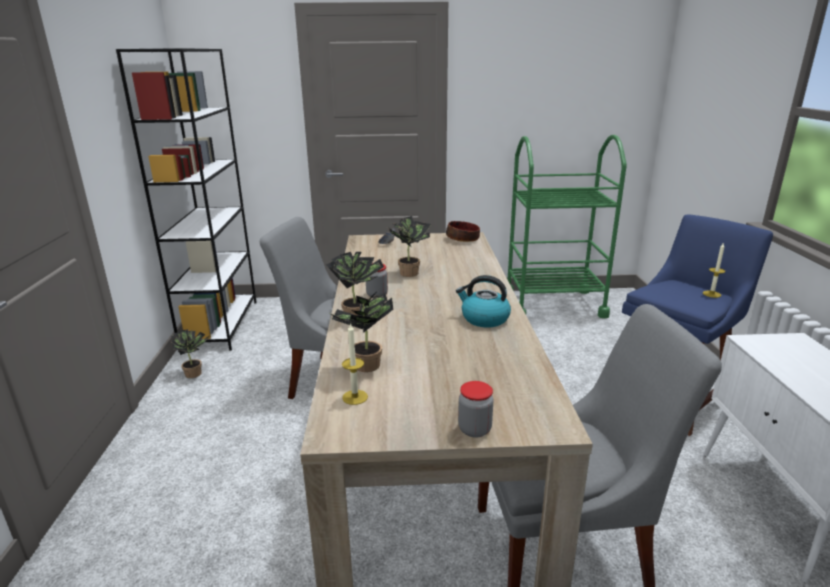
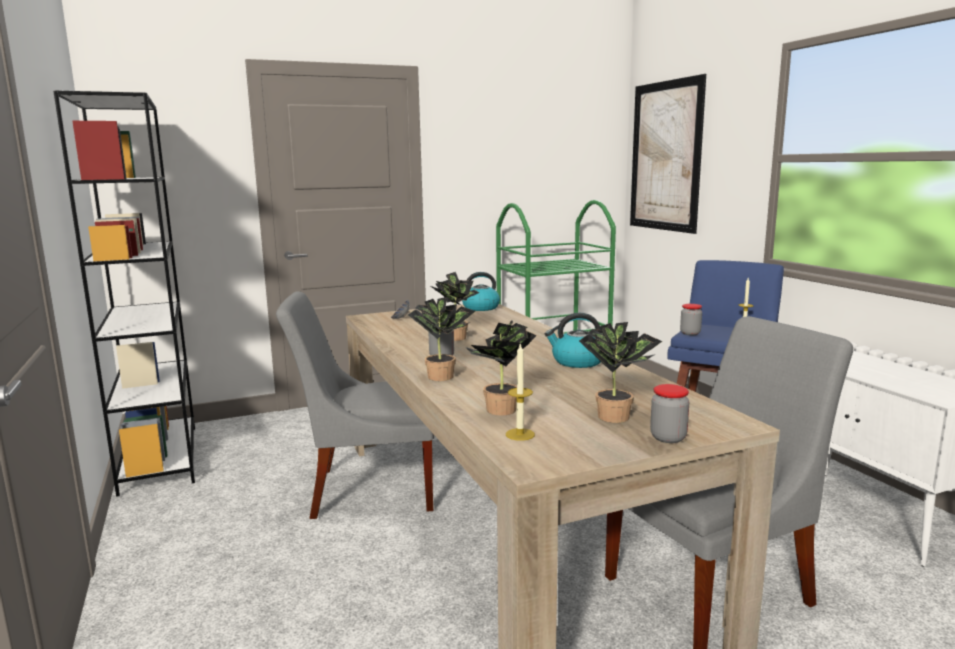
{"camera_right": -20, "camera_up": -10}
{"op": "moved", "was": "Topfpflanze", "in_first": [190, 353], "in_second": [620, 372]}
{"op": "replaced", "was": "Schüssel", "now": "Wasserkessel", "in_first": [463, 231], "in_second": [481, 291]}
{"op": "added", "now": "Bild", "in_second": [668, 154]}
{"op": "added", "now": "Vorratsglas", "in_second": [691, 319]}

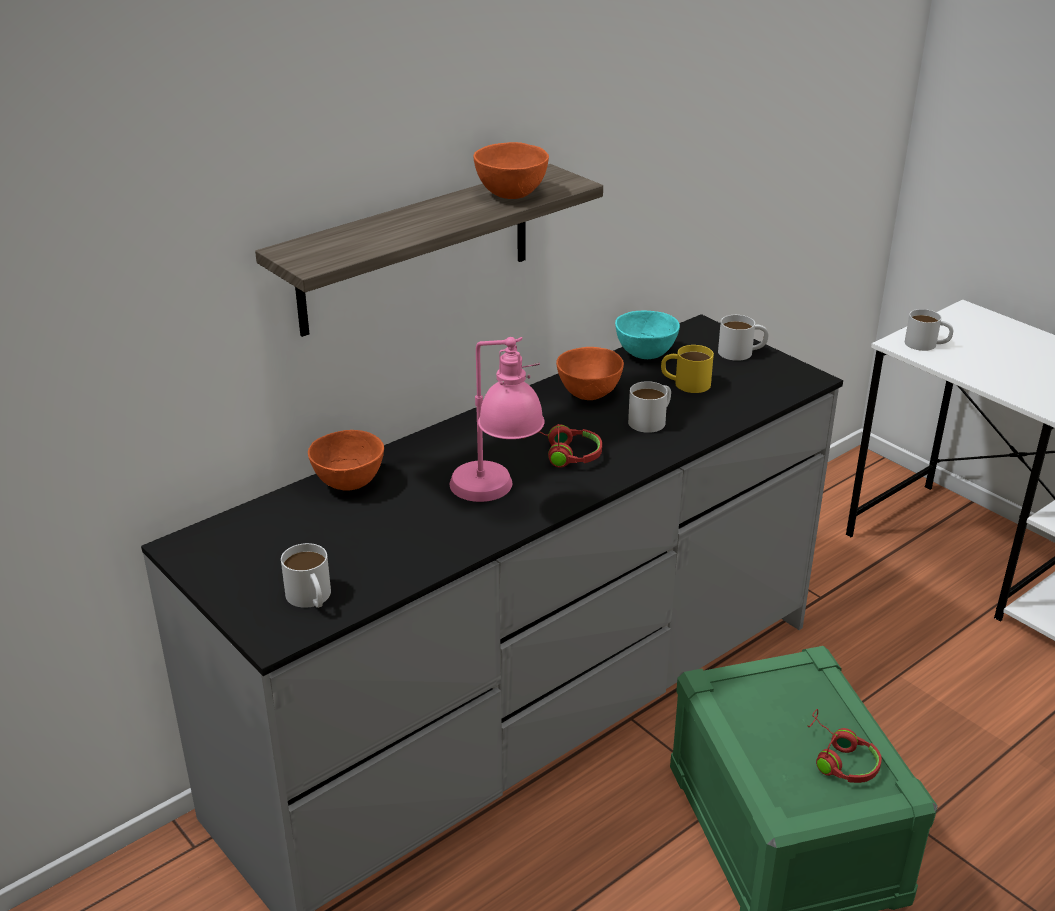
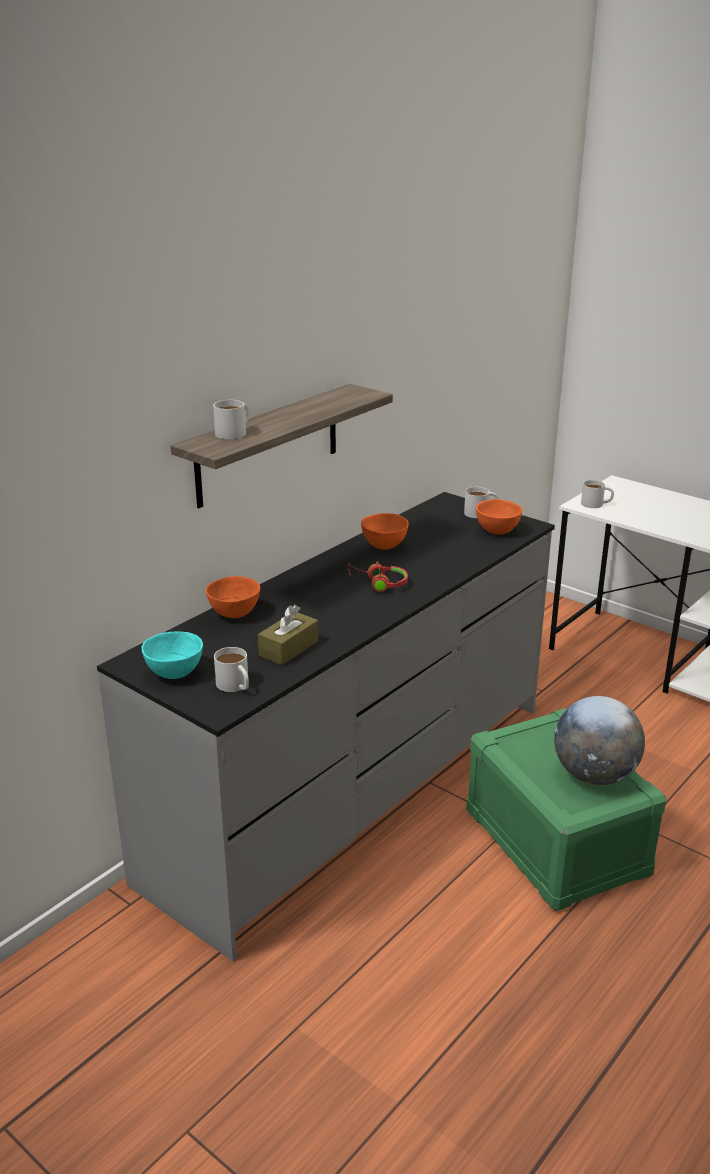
{"camera_right": -10, "camera_up": -5}
{"op": "removed", "was": "Tischlampe/rosa", "in_first": [497, 419]}
{"op": "moved", "was": "Schüssel/orange", "in_first": [511, 170], "in_second": [499, 517]}
{"op": "moved", "was": "Schüssel/türkis", "in_first": [647, 335], "in_second": [172, 655]}
{"op": "moved", "was": "Henkelbecher/weiß", "in_first": [649, 407], "in_second": [231, 419]}
{"op": "removed", "was": "Henkelbecher/gelb", "in_first": [687, 369]}
{"op": "replaced", "was": "Kopfhörer/rot", "now": "Globus", "in_first": [844, 746], "in_second": [599, 740]}
{"op": "added", "now": "Taschentuchbox/braun", "in_second": [288, 635]}

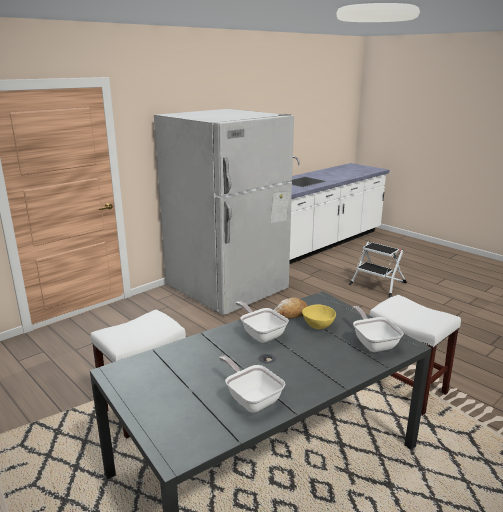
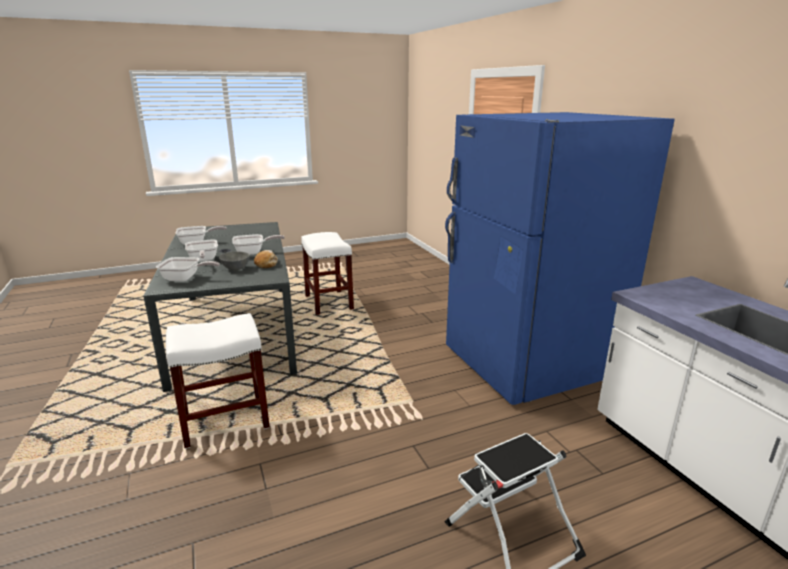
{"camera_right": 110, "camera_up": 0}
{"op": "recoloured", "was": "Kühlschrank/weiß", "now": "Kühlschrank/blau", "in_first": [224, 212], "in_second": [560, 258]}
{"op": "recoloured", "was": "Schüssel/gelb", "now": "Schüssel/grau", "in_first": [319, 316], "in_second": [234, 260]}
{"op": "added", "now": "Pfanne", "in_second": [201, 250]}

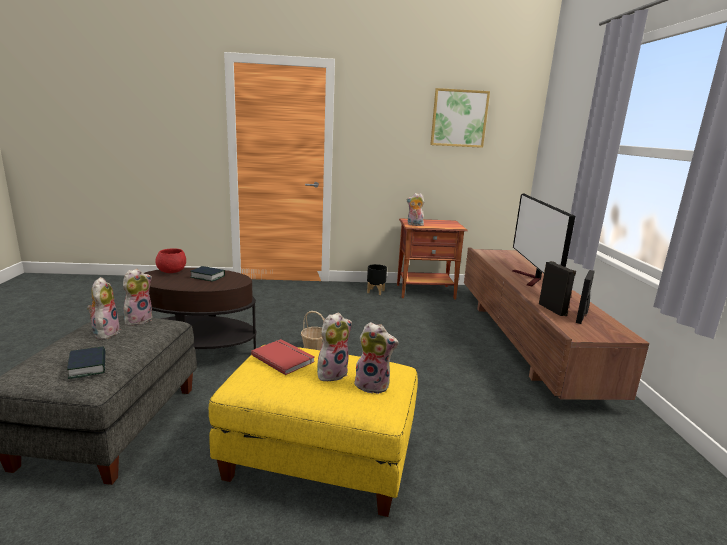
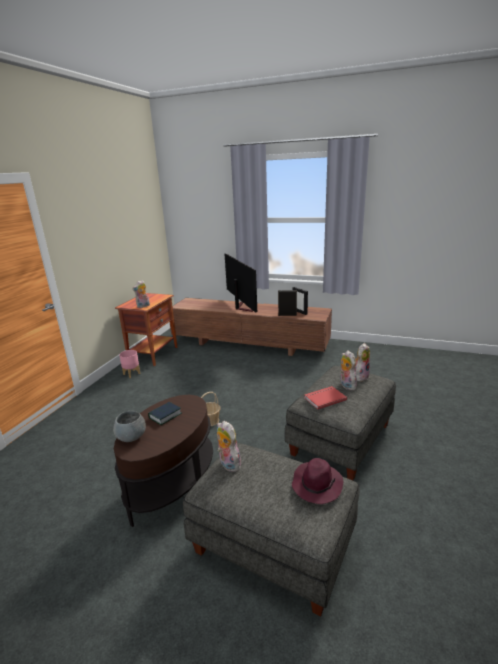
{"camera_right": -65, "camera_up": 5}
{"op": "replaced", "was": "Buch", "now": "Hut/lila", "in_first": [86, 362], "in_second": [317, 481]}
{"op": "removed", "was": "Plüschtier", "in_first": [103, 308]}
{"op": "recoloured", "was": "Schüssel/rot", "now": "Schüssel/grau", "in_first": [171, 260], "in_second": [129, 426]}
{"op": "recoloured", "was": "Polsterhocker/gelb", "now": "Polsterhocker/grau", "in_first": [313, 431], "in_second": [340, 423]}
{"op": "recoloured", "was": "Pflanzkübel/schwarz", "now": "Pflanzkübel/rosa", "in_first": [377, 279], "in_second": [129, 364]}
{"op": "removed", "was": "Bild", "in_first": [460, 118]}
{"op": "turned", "was": "Fernseher", "in_first": [543, 239], "in_second": [240, 283], "clockwise": -135}

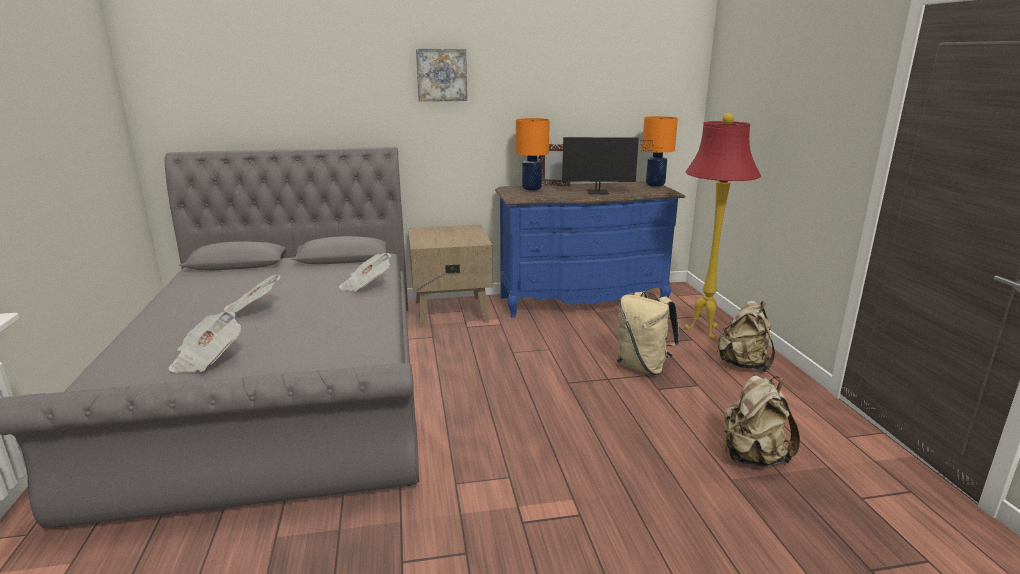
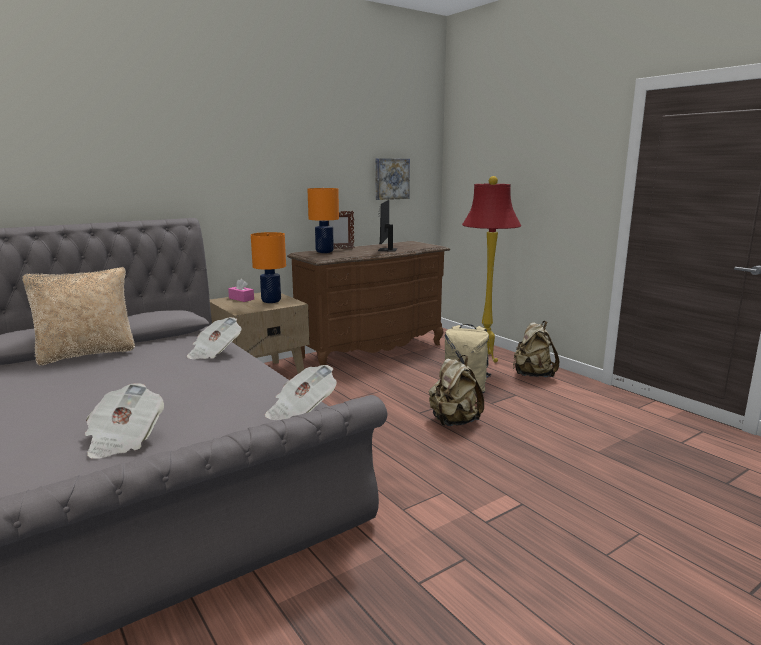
{"camera_right": -25, "camera_up": -5}
{"op": "moved", "was": "Zeitung", "in_first": [252, 294], "in_second": [301, 392]}
{"op": "moved", "was": "Bild", "in_first": [441, 75], "in_second": [392, 179]}
{"op": "recoloured", "was": "Kommode/blau", "now": "Kommode/braun", "in_first": [590, 249], "in_second": [368, 303]}
{"op": "turned", "was": "Monitor", "in_first": [609, 165], "in_second": [387, 226], "clockwise": 120}
{"op": "moved", "was": "Tischlampe/orange", "in_first": [660, 151], "in_second": [268, 267]}
{"op": "moved", "was": "Rucksack/beige", "in_first": [762, 421], "in_second": [456, 390]}
{"op": "added", "now": "Kissen/beige", "in_second": [78, 316]}
{"op": "added", "now": "Taschentuchbox/rosa", "in_second": [241, 290]}

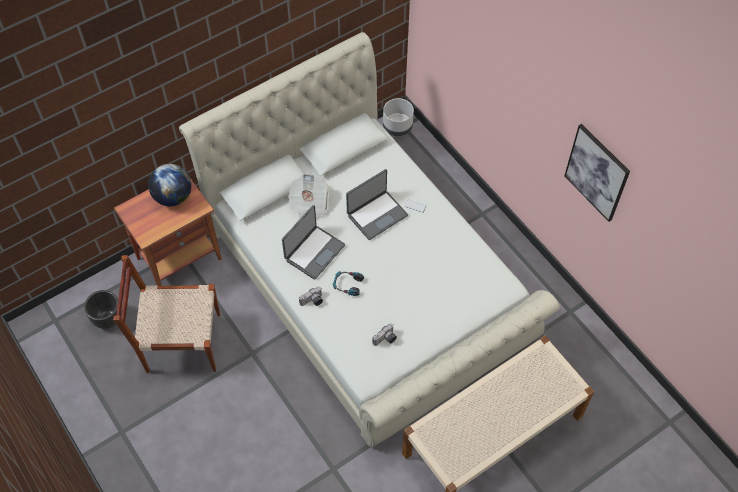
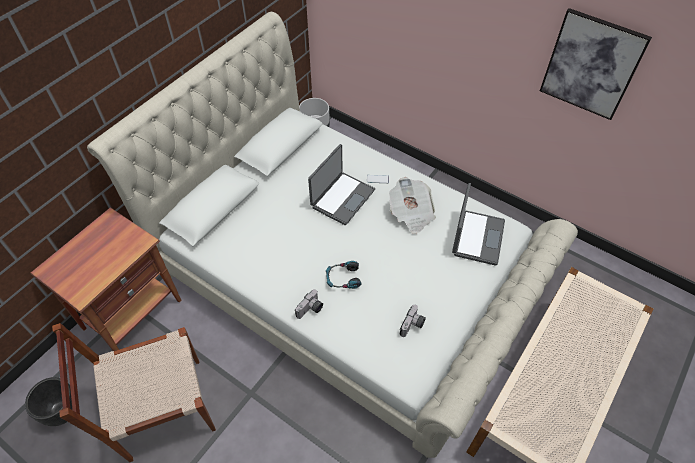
{"camera_right": -20, "camera_up": -5}
{"op": "removed", "was": "Globus", "in_first": [170, 185]}
{"op": "moved", "was": "Laptop", "in_first": [313, 242], "in_second": [478, 224]}
{"op": "moved", "was": "Zeitung", "in_first": [309, 196], "in_second": [412, 205]}

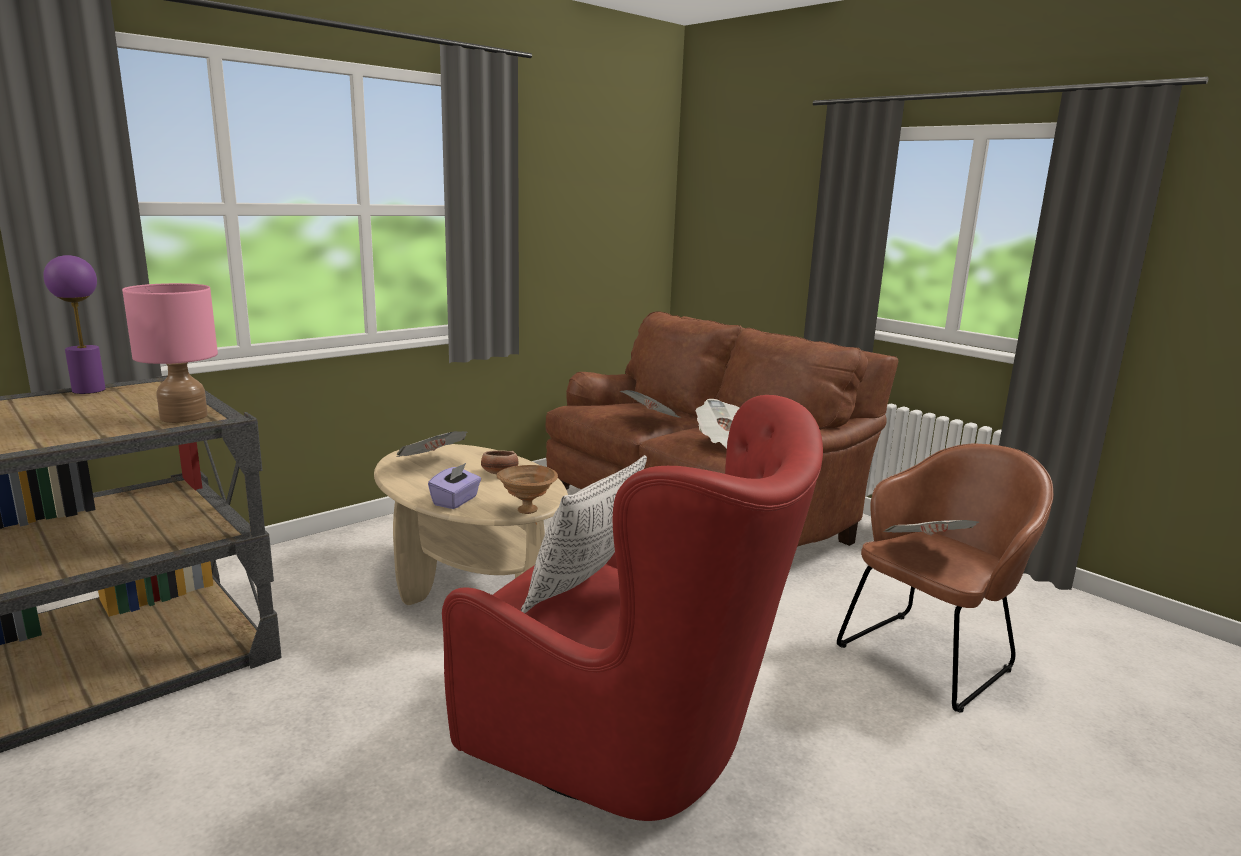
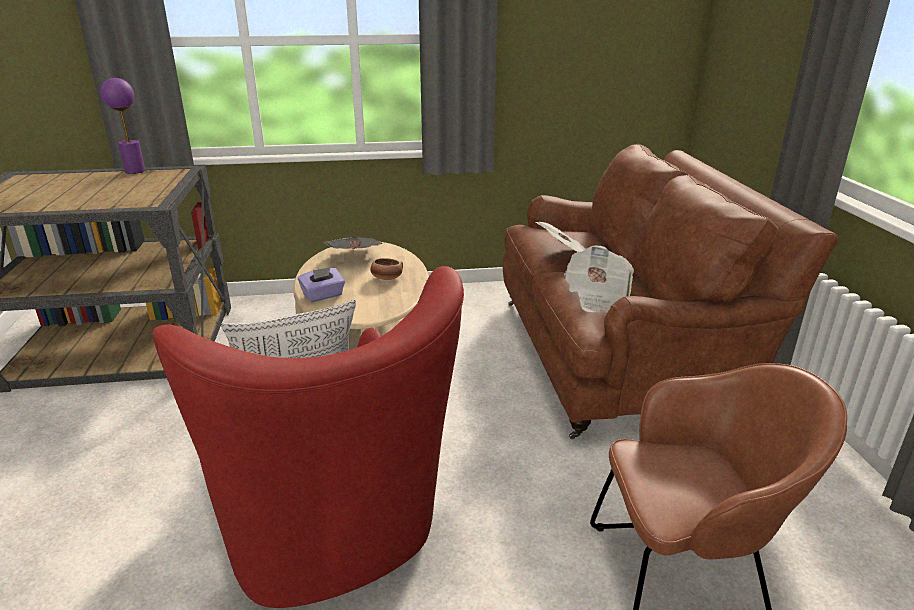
{"camera_right": 35, "camera_up": 10}
{"op": "removed", "was": "Tischlampe/rosa", "in_first": [170, 353]}
{"op": "removed", "was": "Schüssel/braun", "in_first": [527, 489]}
{"op": "removed", "was": "Zeitung", "in_first": [931, 528]}

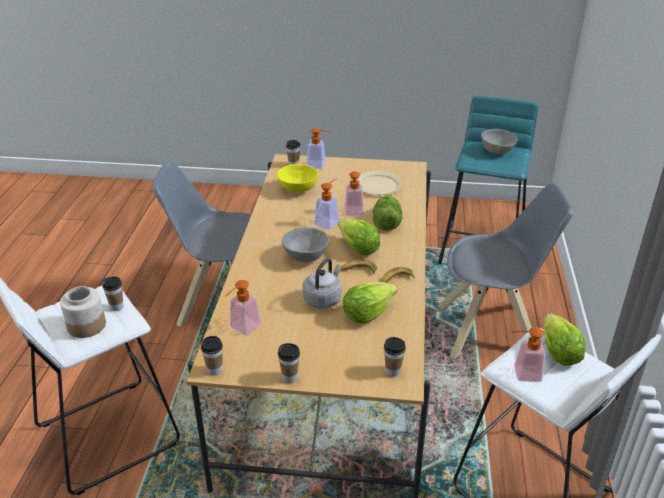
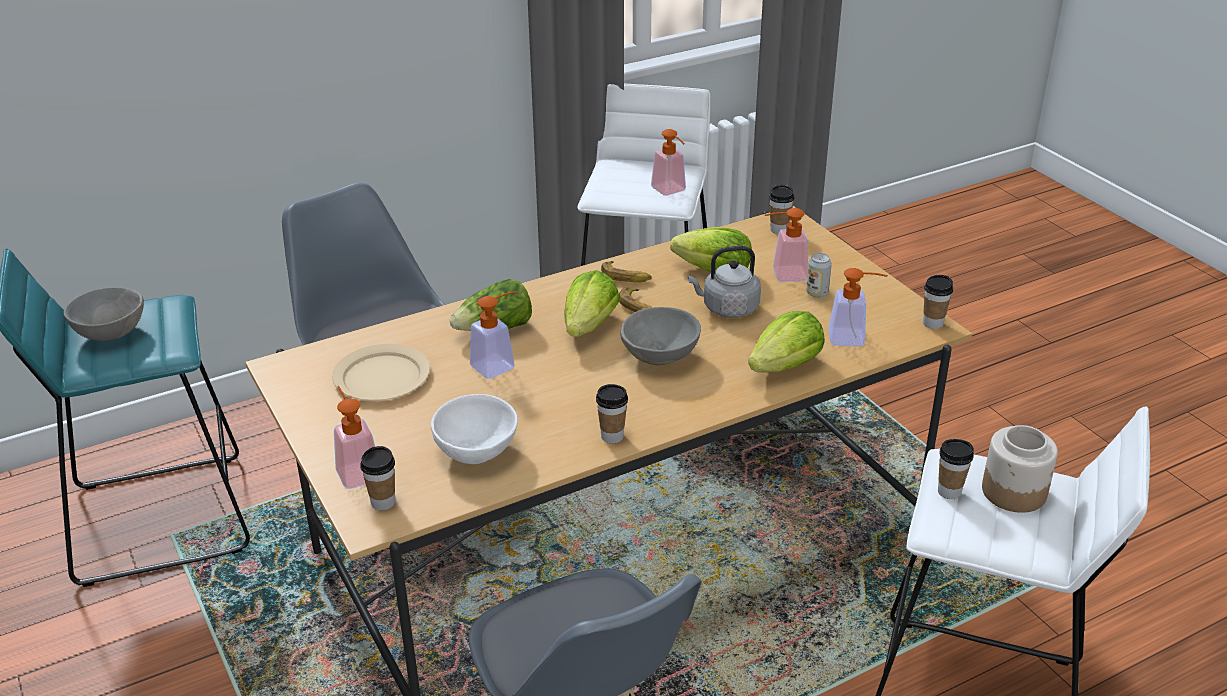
{"camera_right": -125, "camera_up": 0}
{"op": "recoloured", "was": "Schüssel/gelb", "now": "Schüssel/weiß", "in_first": [297, 178], "in_second": [474, 429]}
{"op": "moved", "was": "Tasse", "in_first": [289, 363], "in_second": [612, 413]}
{"op": "moved", "was": "Seifenspender", "in_first": [326, 203], "in_second": [786, 245]}
{"op": "moved", "was": "Salatkopf", "in_first": [565, 340], "in_second": [786, 342]}
{"op": "added", "now": "Dose", "in_second": [819, 275]}

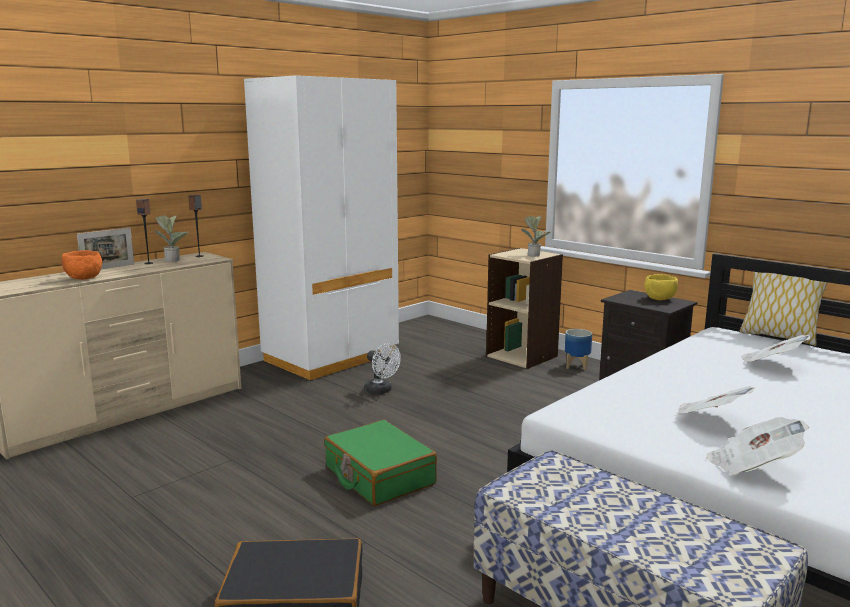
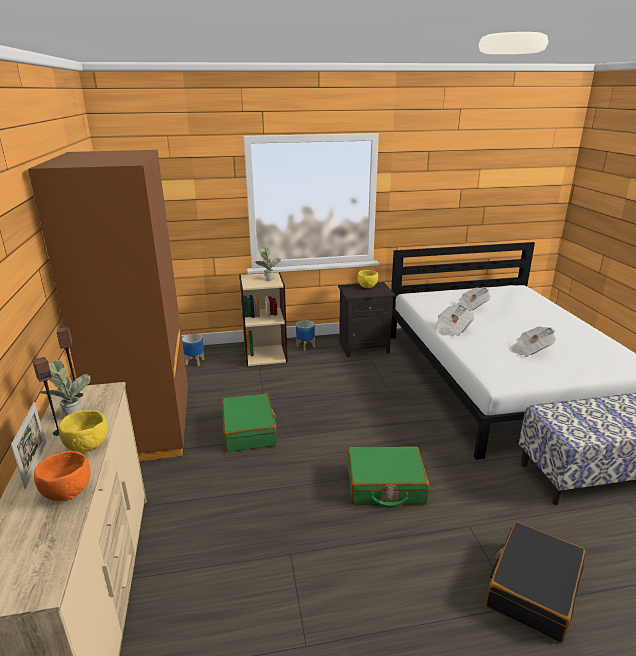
{"camera_right": -55, "camera_up": 10}
{"op": "recoloured", "was": "Kleiderschrank/weiß", "now": "Kleiderschrank/braun", "in_first": [321, 228], "in_second": [108, 305]}
{"op": "replaced", "was": "Ventilator/weiß", "now": "Koffer/grün", "in_first": [382, 368], "in_second": [249, 422]}
{"op": "moved", "was": "Zeitung", "in_first": [757, 446], "in_second": [455, 320]}
{"op": "removed", "was": "Kissen", "in_first": [783, 309]}
{"op": "added", "now": "Schüssel/gelb", "in_second": [83, 431]}
{"op": "added", "now": "Pflanzkübel", "in_second": [193, 350]}

